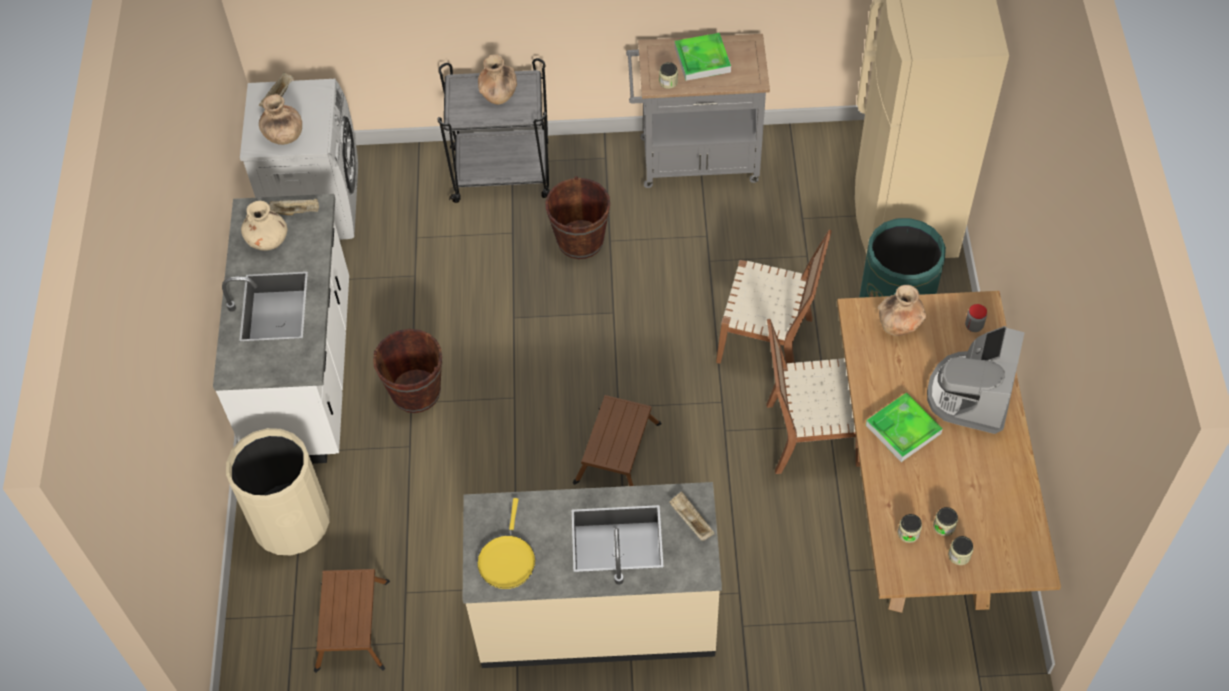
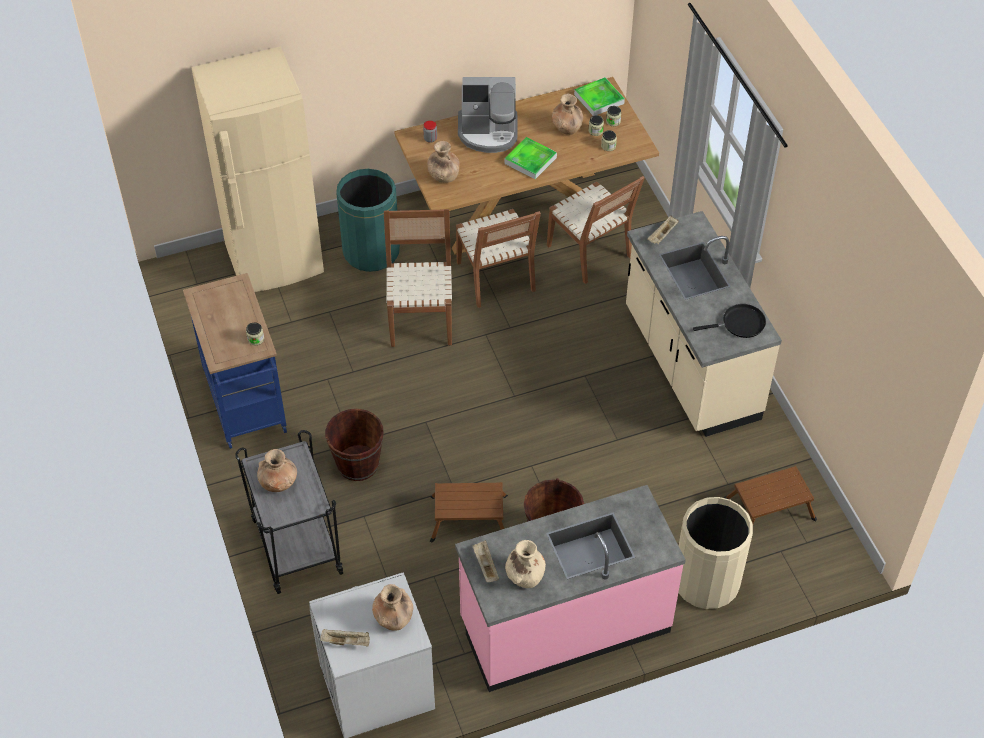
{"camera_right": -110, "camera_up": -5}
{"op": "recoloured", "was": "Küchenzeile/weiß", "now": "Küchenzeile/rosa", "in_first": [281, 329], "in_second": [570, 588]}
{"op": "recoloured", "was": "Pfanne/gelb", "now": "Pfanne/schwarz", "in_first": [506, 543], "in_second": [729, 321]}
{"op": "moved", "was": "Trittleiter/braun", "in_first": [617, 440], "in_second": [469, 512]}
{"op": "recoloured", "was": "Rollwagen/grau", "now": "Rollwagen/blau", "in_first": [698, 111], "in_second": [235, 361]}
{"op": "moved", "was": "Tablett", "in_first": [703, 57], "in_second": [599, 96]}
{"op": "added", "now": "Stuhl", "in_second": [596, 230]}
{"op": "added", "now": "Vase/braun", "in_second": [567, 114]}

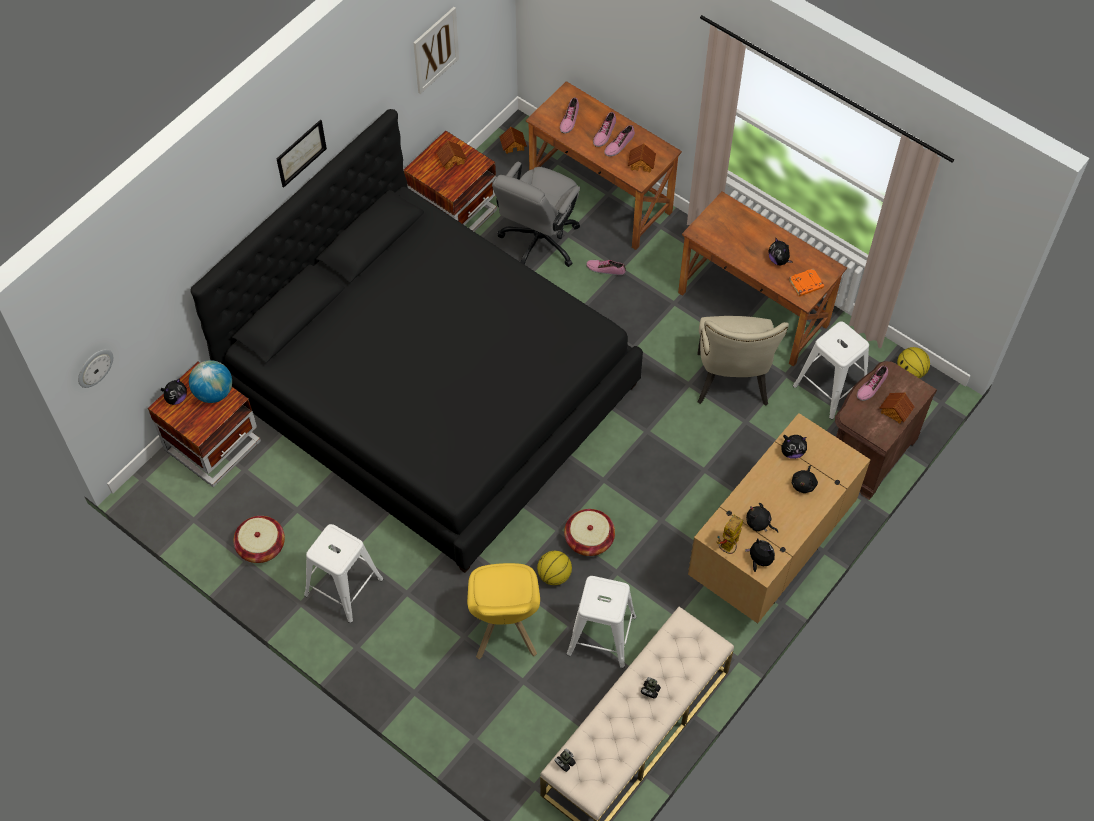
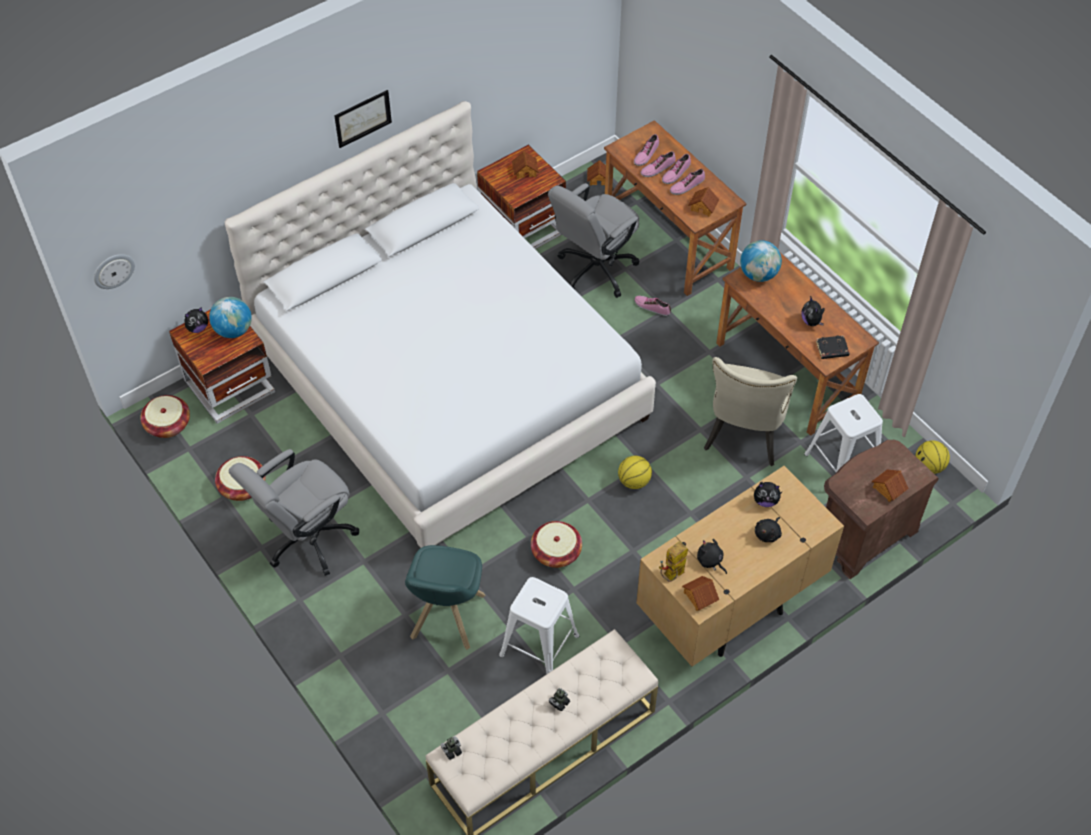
{"camera_right": 15, "camera_up": -5}
{"op": "recoloured", "was": "Bett/schwarz", "now": "Bett/weiß", "in_first": [416, 341], "in_second": [440, 324]}
{"op": "replaced", "was": "Hocker/weiß", "now": "Bürostuhl/grau", "in_first": [344, 573], "in_second": [294, 512]}
{"op": "removed", "was": "Bild", "in_first": [436, 50]}
{"op": "recoloured", "was": "Stuhl/gelb", "now": "Stuhl/türkis", "in_first": [503, 611], "in_second": [445, 597]}
{"op": "moved", "was": "Basketball", "in_first": [554, 568], "in_second": [635, 472]}
{"op": "replaced", "was": "Plüschtier", "now": "Spielzeughaus", "in_first": [760, 555], "in_second": [700, 593]}
{"op": "recoloured", "was": "Buch/orange", "now": "Buch/schwarz", "in_first": [806, 282], "in_second": [832, 347]}
{"op": "moved", "was": "Schuh", "in_first": [872, 383], "in_second": [658, 164]}
{"op": "added", "now": "Korb", "in_second": [165, 416]}
{"op": "added", "now": "Globus", "in_second": [761, 261]}

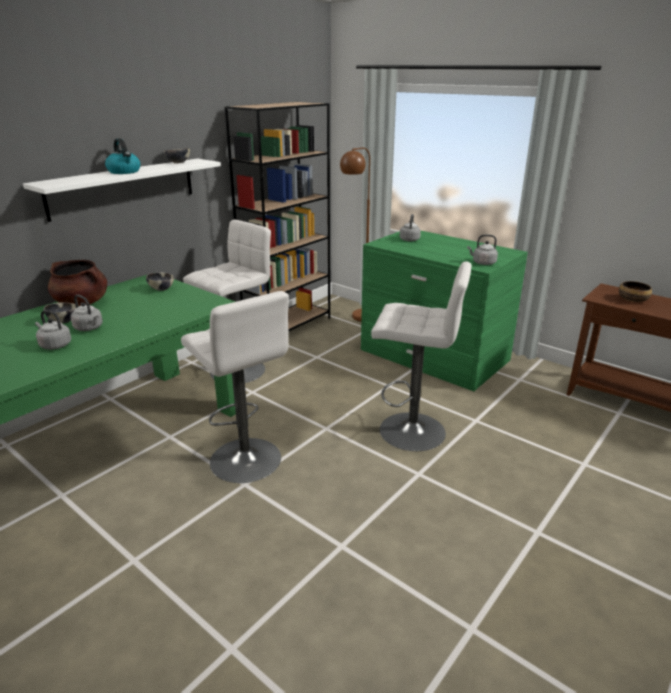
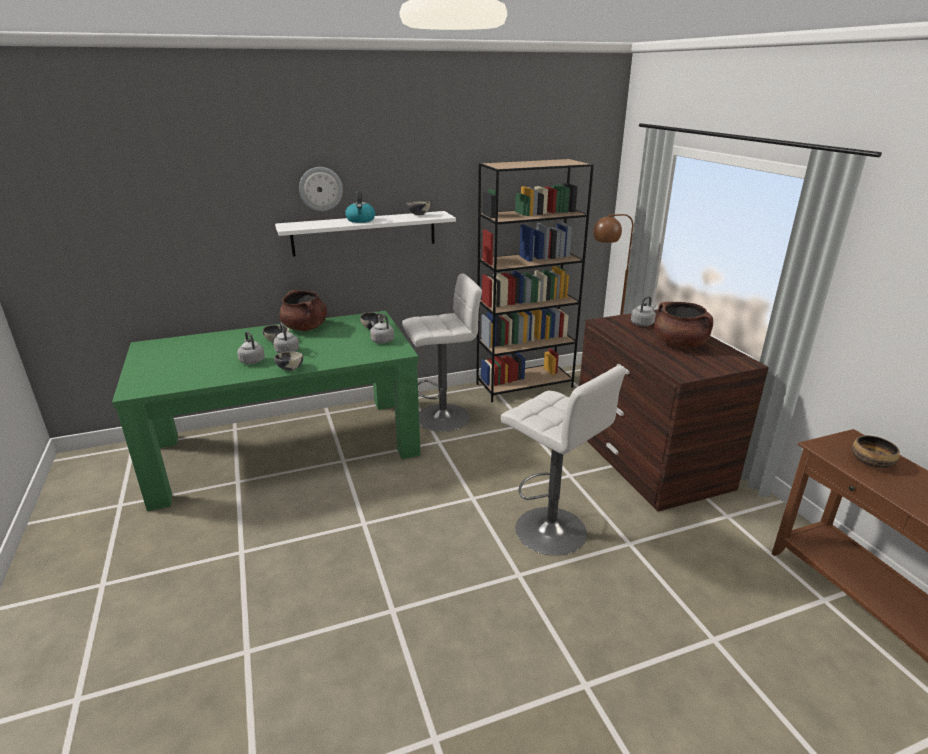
{"camera_right": 30, "camera_up": 0}
{"op": "removed", "was": "Hocker/weiß", "in_first": [235, 387]}
{"op": "recoloured", "was": "Kommode/grün", "now": "Kommode/braun", "in_first": [444, 311], "in_second": [674, 410]}
{"op": "moved", "was": "Wasserkessel/grau", "in_first": [482, 249], "in_second": [382, 328]}
{"op": "added", "now": "Schüssel", "in_second": [288, 361]}
{"op": "added", "now": "Wanduhr", "in_second": [321, 189]}
{"op": "added", "now": "Kochtopf/braun", "in_second": [683, 325]}

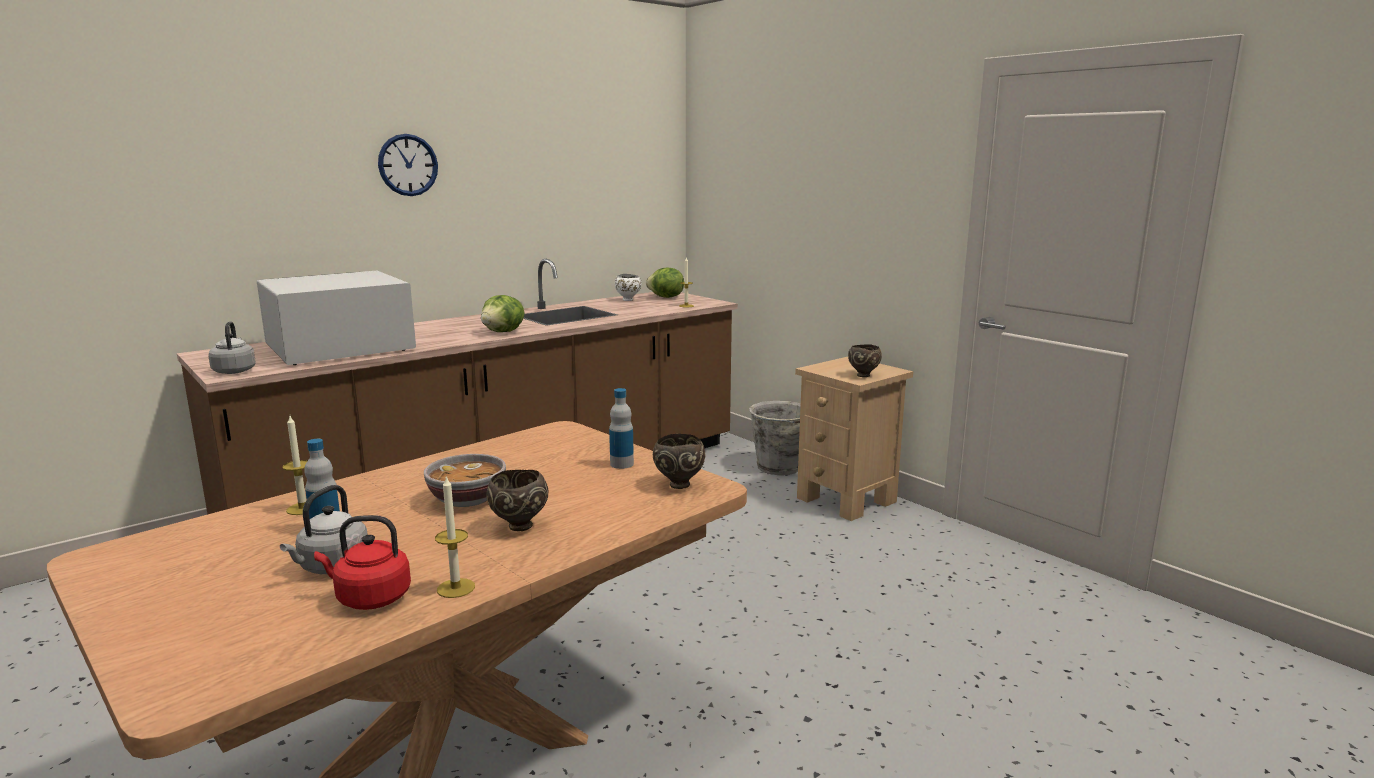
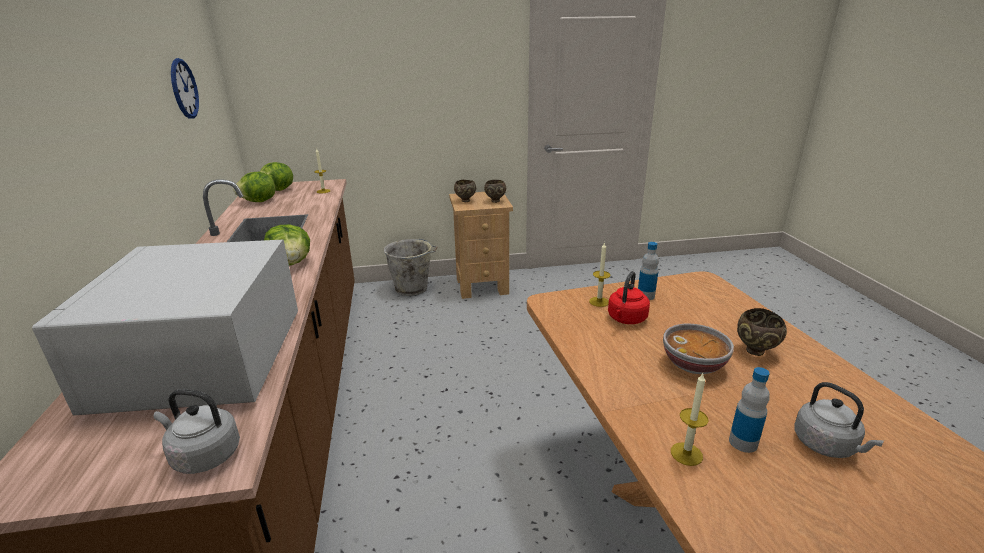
{"camera_right": -60, "camera_up": 10}
{"op": "moved", "was": "Wasserkessel/rot", "in_first": [362, 562], "in_second": [629, 297]}
{"op": "moved", "was": "Wanduhr", "in_first": [408, 165], "in_second": [185, 88]}
{"op": "moved", "was": "Kerze", "in_first": [455, 536], "in_second": [599, 274]}
{"op": "replaced", "was": "Schüssel/weiß", "now": "Salatkopf", "in_first": [628, 287], "in_second": [254, 187]}
{"op": "moved", "was": "Schüssel/braun", "in_first": [679, 461], "in_second": [465, 191]}

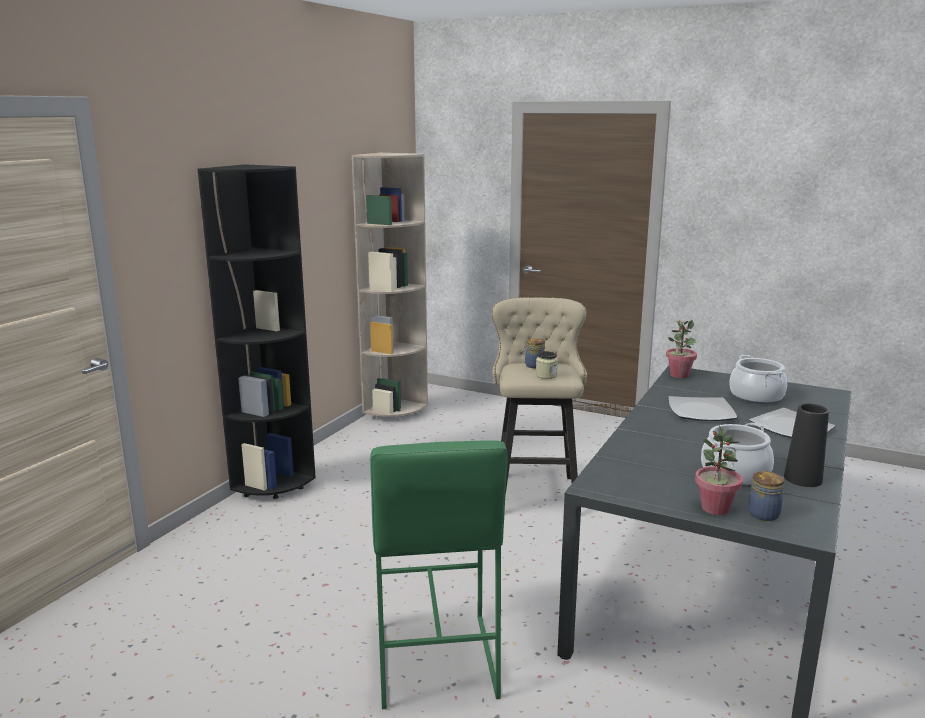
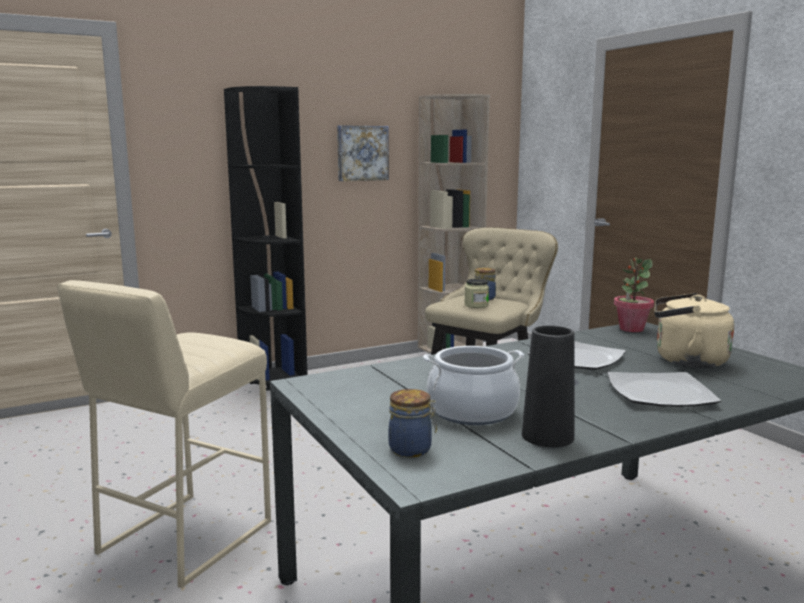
{"camera_right": 35, "camera_up": -5}
{"op": "recoloured", "was": "Hocker/grün", "now": "Hocker/beige", "in_first": [439, 574], "in_second": [164, 434]}
{"op": "removed", "was": "Topfpflanze", "in_first": [719, 470]}
{"op": "replaced", "was": "Kochtopf", "now": "Wasserkessel/beige", "in_first": [758, 379], "in_second": [694, 330]}
{"op": "added", "now": "Bild", "in_second": [363, 153]}

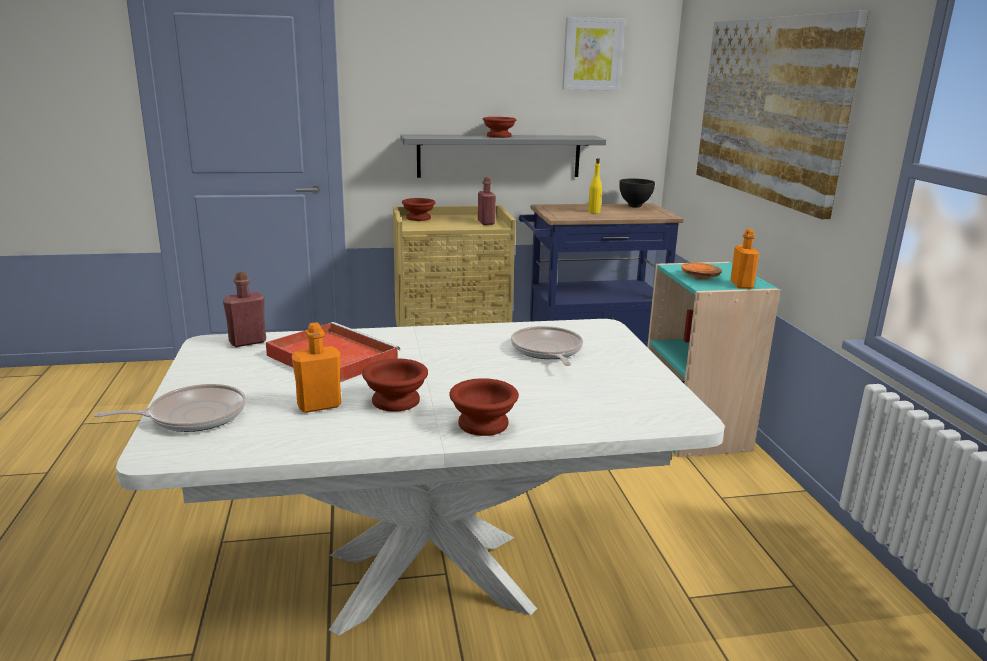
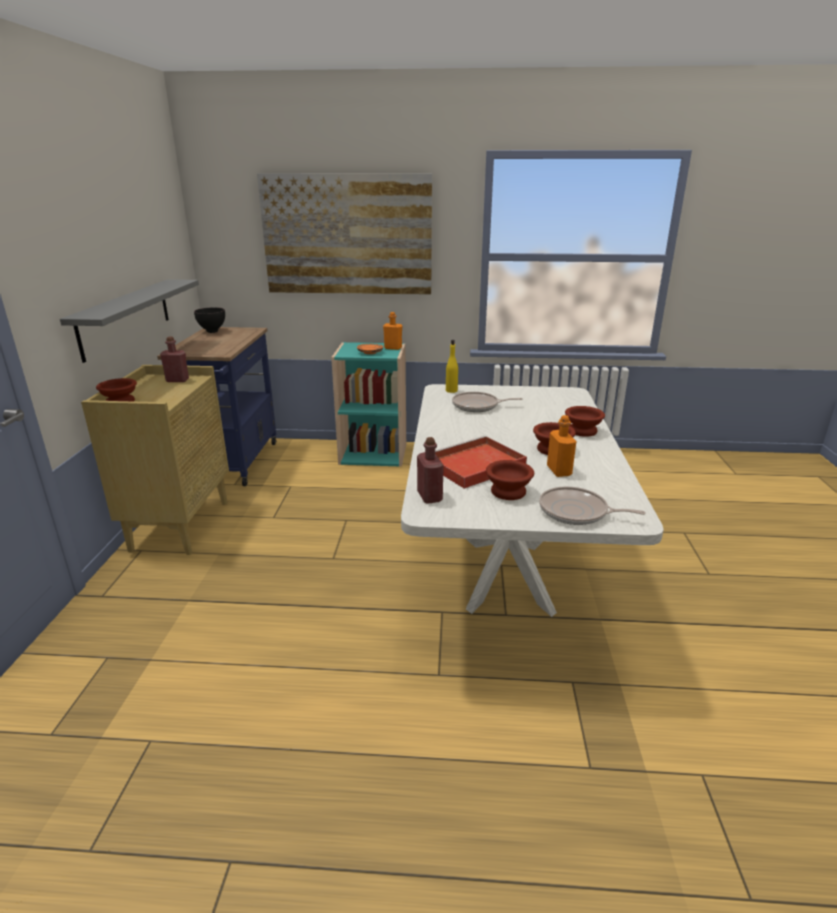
{"camera_right": -75, "camera_up": 5}
{"op": "turned", "was": "Pfanne", "in_first": [170, 408], "in_second": [592, 505], "clockwise": -60}
{"op": "moved", "was": "Schüssel/braun", "in_first": [499, 127], "in_second": [510, 480]}
{"op": "removed", "was": "Bild", "in_first": [593, 54]}
{"op": "moved", "was": "Flasche/gelb", "in_first": [595, 185], "in_second": [452, 366]}

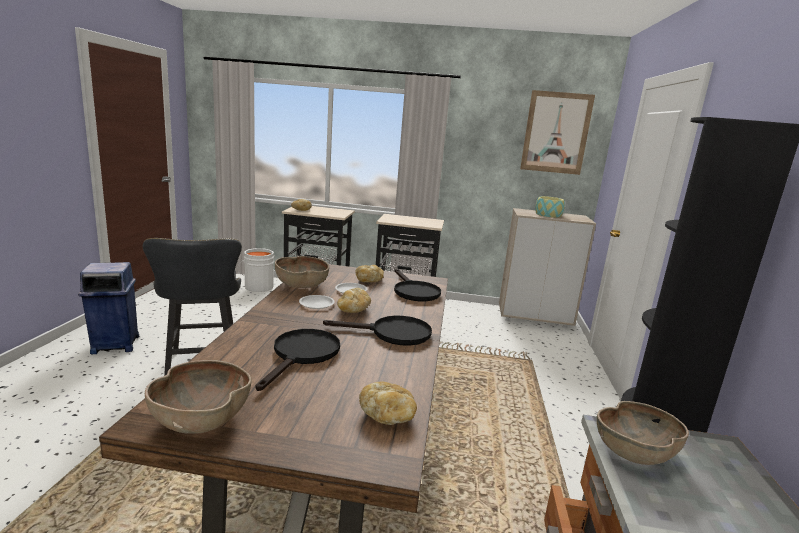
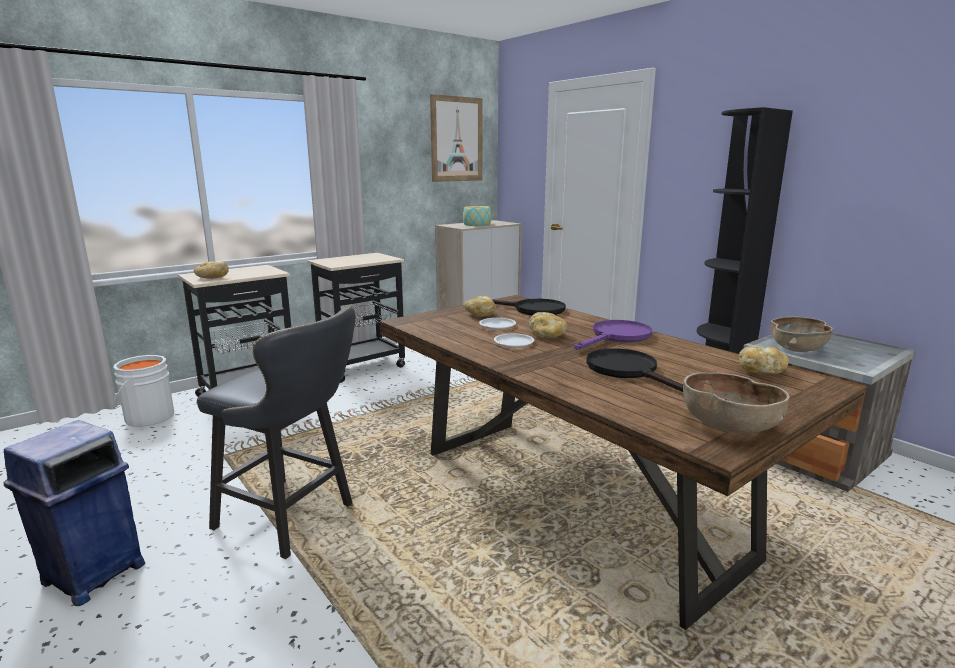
{"camera_right": -45, "camera_up": 0}
{"op": "removed", "was": "Schüssel/braun", "in_first": [302, 272]}
{"op": "recoloured", "was": "Pfanne/schwarz", "now": "Pfanne/lila", "in_first": [377, 330], "in_second": [613, 334]}

